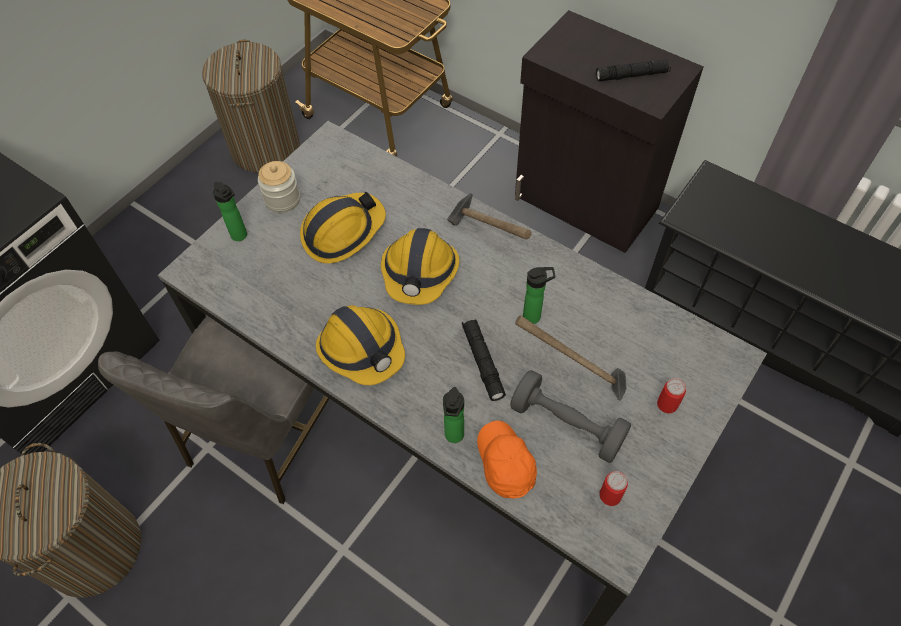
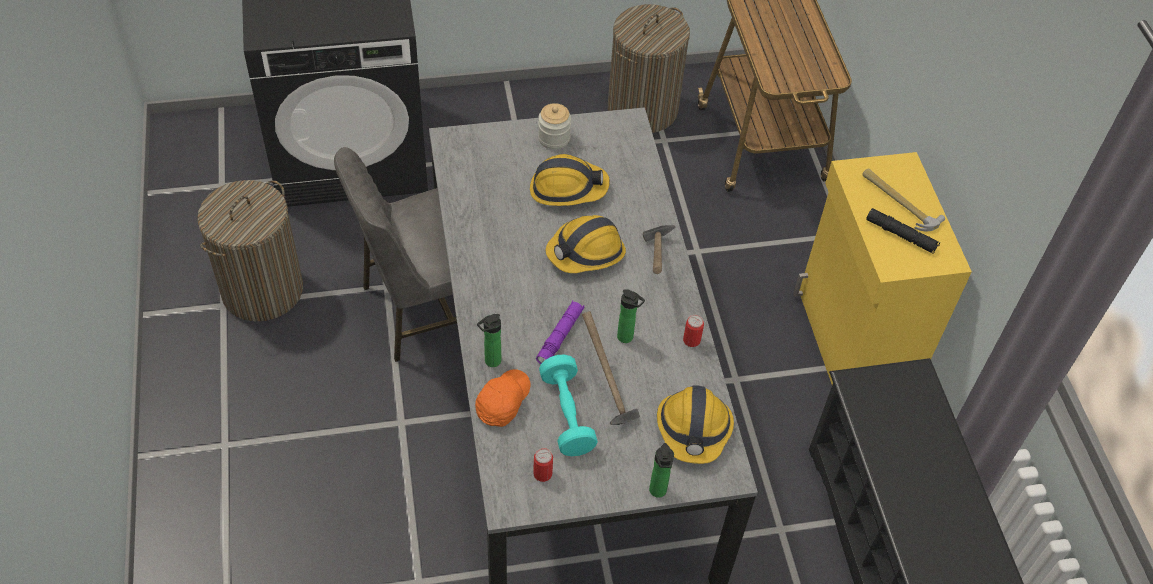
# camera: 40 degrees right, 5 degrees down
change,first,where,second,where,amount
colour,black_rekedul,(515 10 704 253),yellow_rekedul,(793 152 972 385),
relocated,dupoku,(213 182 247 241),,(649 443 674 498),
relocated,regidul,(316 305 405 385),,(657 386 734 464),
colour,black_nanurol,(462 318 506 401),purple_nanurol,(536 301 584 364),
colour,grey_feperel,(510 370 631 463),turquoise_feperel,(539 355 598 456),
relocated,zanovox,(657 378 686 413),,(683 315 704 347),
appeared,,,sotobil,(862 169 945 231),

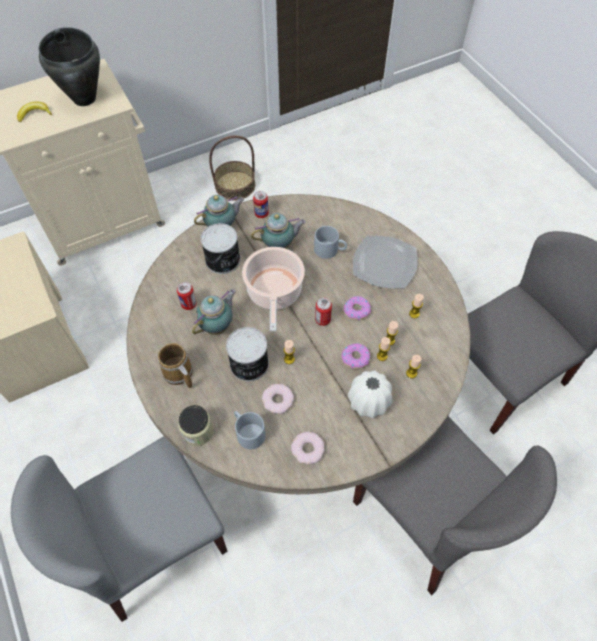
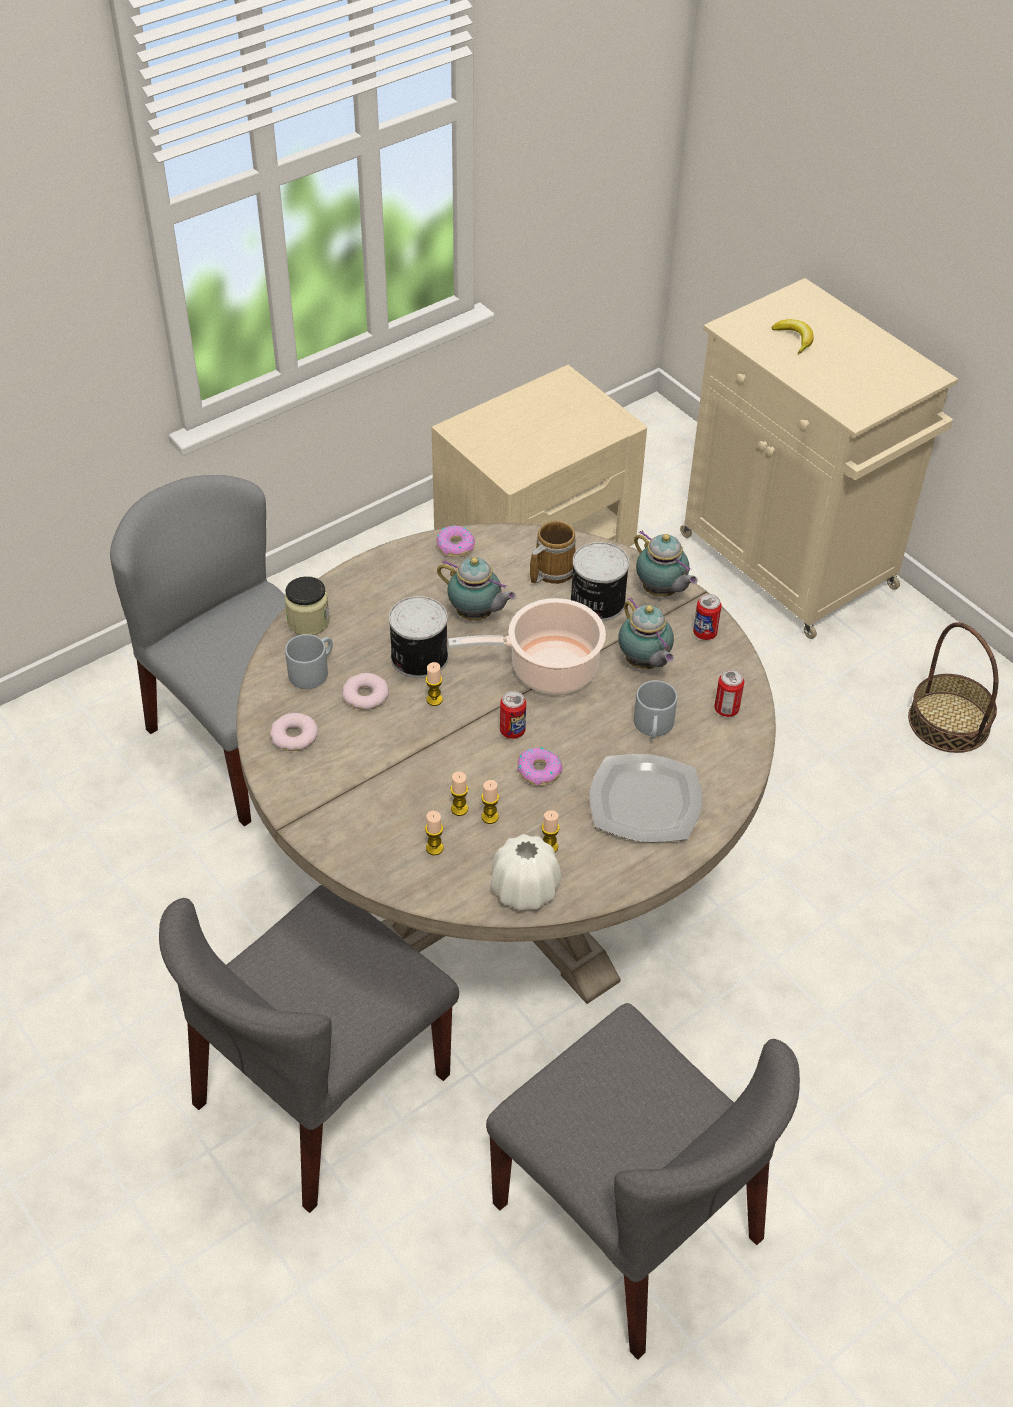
# camera: 80 degrees right, 10 degrees down
change,first,where,second,where,amount
missing,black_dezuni,(39 27 100 106),,,
relocated,zanovox,(177 282 197 310),,(714 670 744 717),
relocated,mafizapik,(158 343 193 388),,(530 521 576 584),
relocated,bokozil,(341 343 371 369),,(437 526 475 557),
relocated,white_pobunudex,(348 371 392 418),,(491 834 561 910),

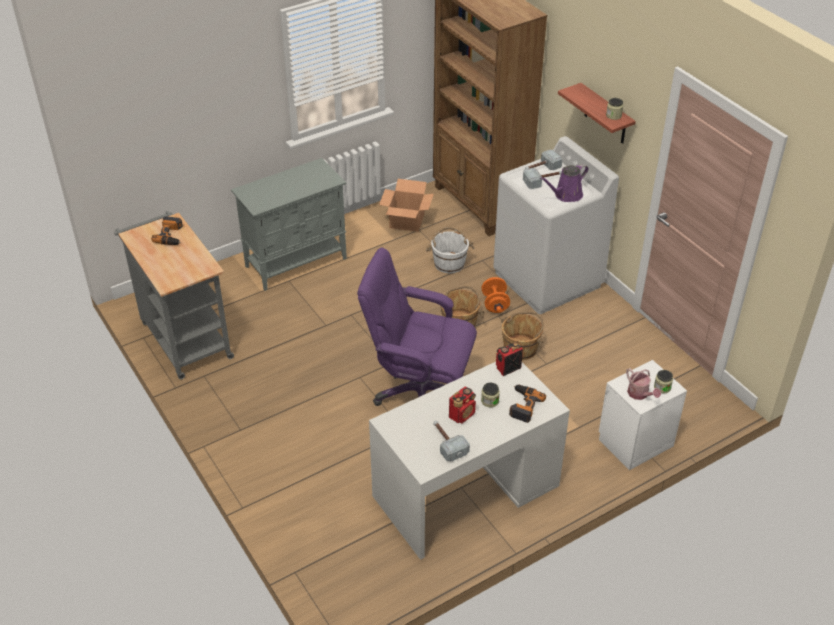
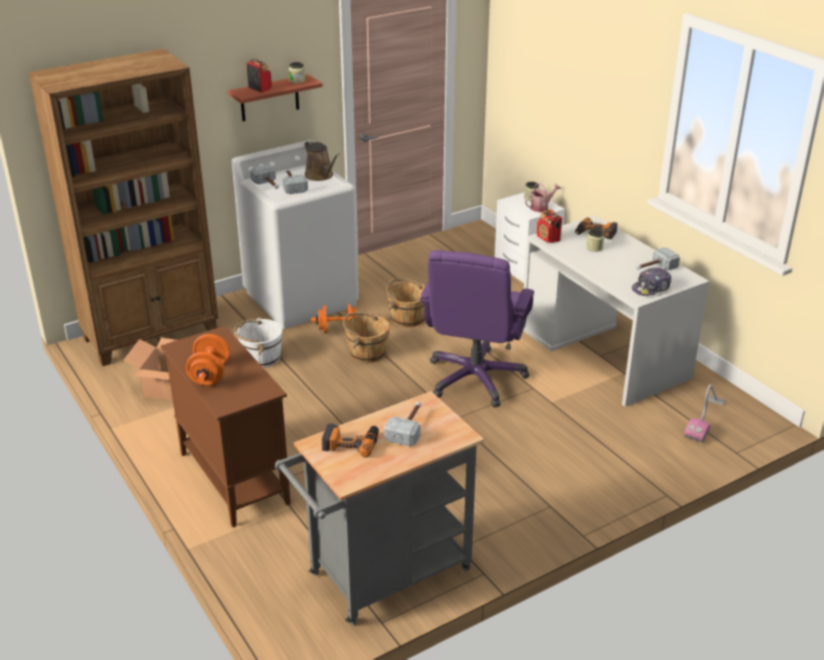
# camera: 90 degrees left, 10 degrees down
change,first,where,second,where,amount
colour,grey_rekedul,(231 158 347 291),brown_rekedul,(160 326 291 527),
colour,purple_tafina,(540 164 588 202),brown_tafina,(305 140 340 181),
relocated,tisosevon,(449 386 476 424),,(246 59 272 93),
appeared,,,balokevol,(632 268 671 296),
appeared,,,orange_feperel,(186 334 230 385),
appeared,,,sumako,(684 384 726 442),
appeared,,,sotobil,(384 402 421 446),

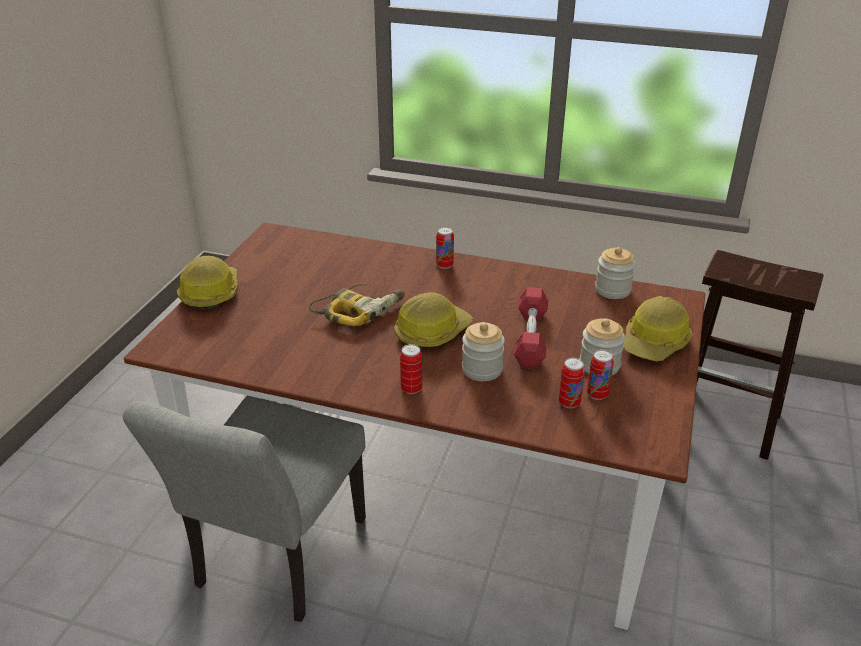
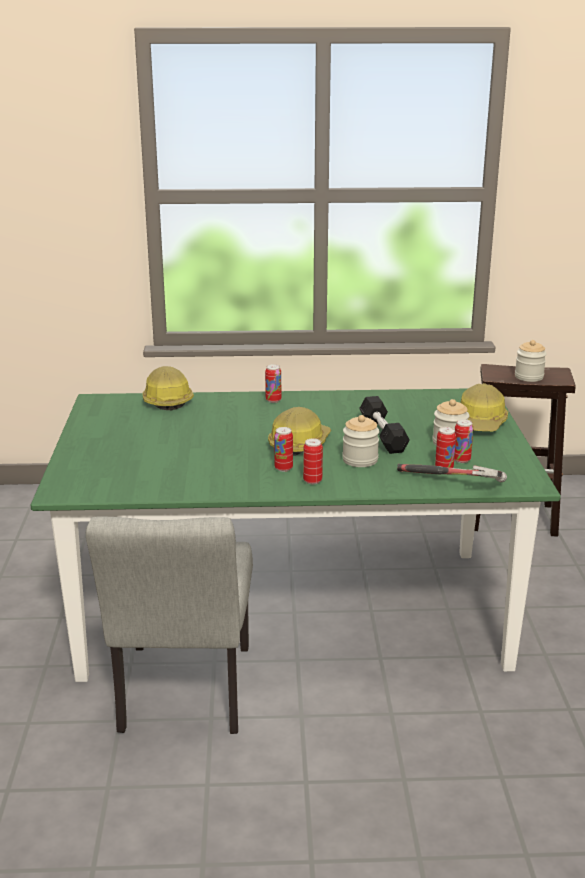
# camera: 20 degrees left, 10 degrees down
change,first,where,second,where,amount
colour,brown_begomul,(124 222 705 630),green_begomul,(30 388 561 682),
relocated,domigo,(595 247 636 299),,(515 340 547 382),
relocated,regidul,(177 256 238 311),,(143 366 194 410),
missing,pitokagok,(309 284 405 326),,,
colour,red_feperel,(514 287 548 368),black_feperel,(359 396 410 454),
appeared,,,zanovox,(274 427 293 472),
appeared,,,sotobil,(397 464 507 482),

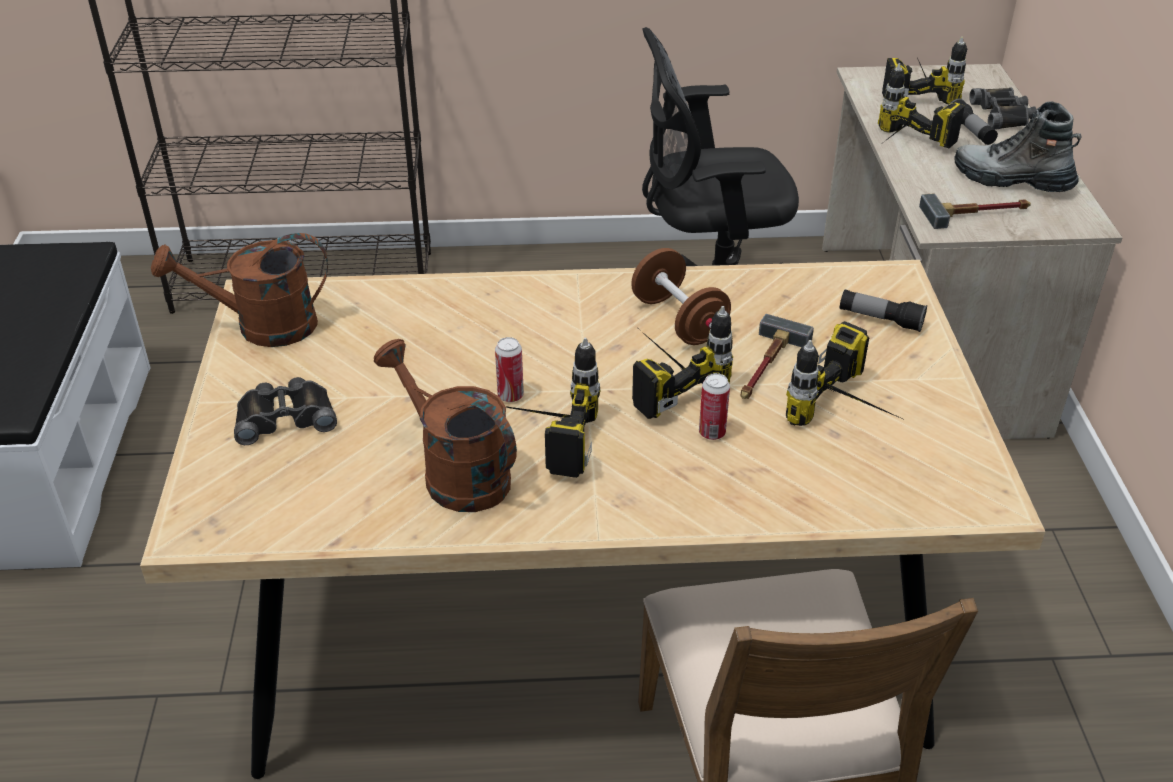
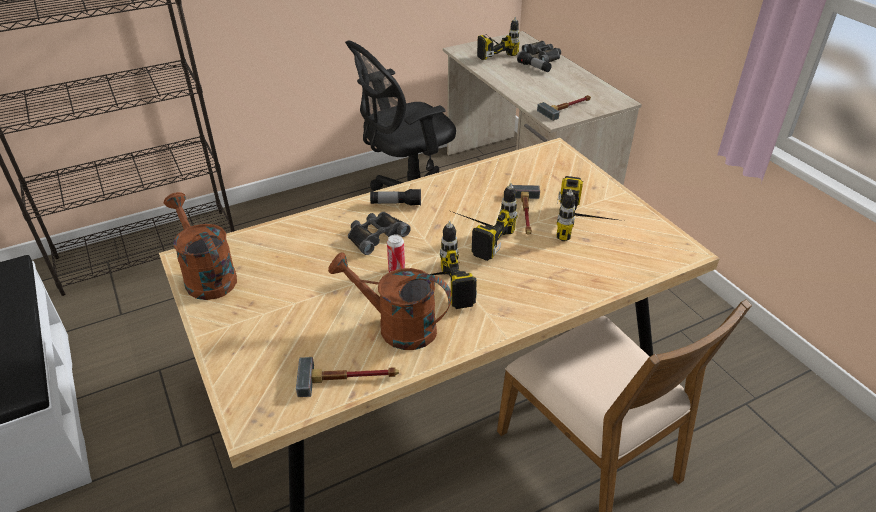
# camera: 25 degrees left, 0 degrees up
change,first,where,second,where,amount
missing,pitokagok,(878 63 965 148),,,
missing,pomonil,(955 101 1082 192),,,
spun,brown_tafina,(151 233 328 347),,(164 192 237 300),90 degrees clockwise
missing,brown_feperel,(631 248 731 345),,,
relocated,nanurol,(840 290 927 332),,(370 189 421 206),
missing,zanovox,(699 373 730 440),,,
relocated,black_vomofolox,(234 377 337 445),,(348 212 411 255),
appeared,,,sotobil,(296 357 399 397),

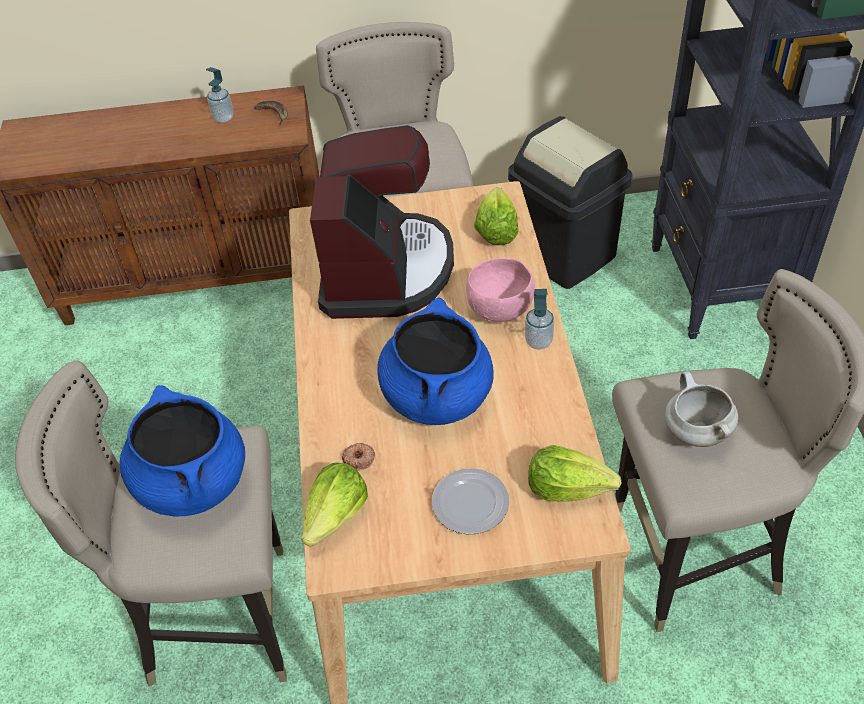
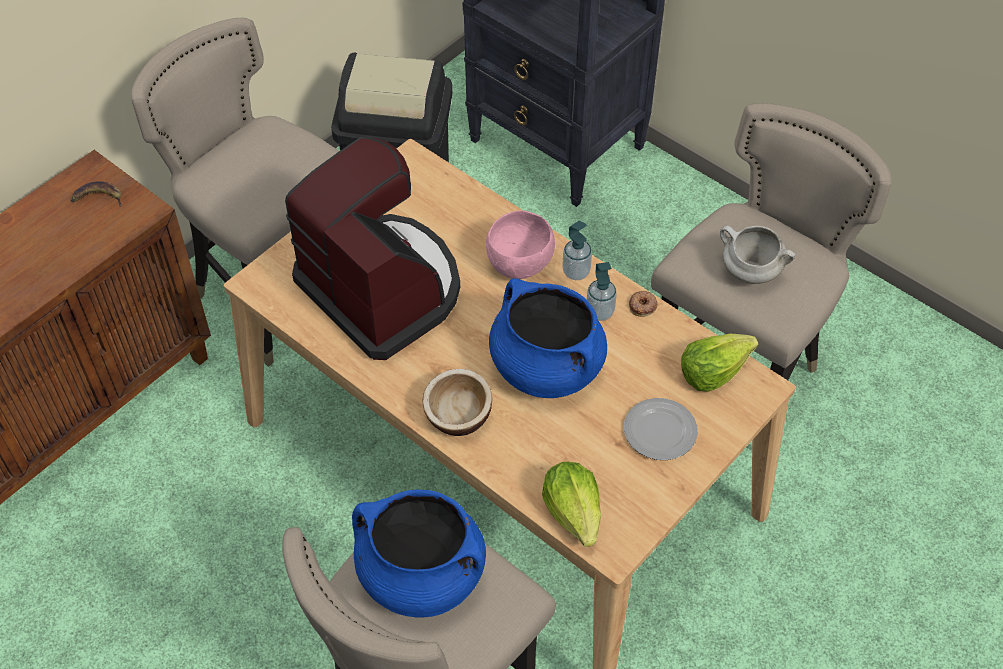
# camera: 45 degrees left, 5 degrees up
change,first,where,second,where,amount
relocated,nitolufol,(206 67 234 123),,(587 262 617 321),
missing,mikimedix,(474 187 519 245),,,
relocated,bokozil,(342 443 375 470),,(629 291 657 317),
appeared,,,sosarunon,(423 369 492 436),

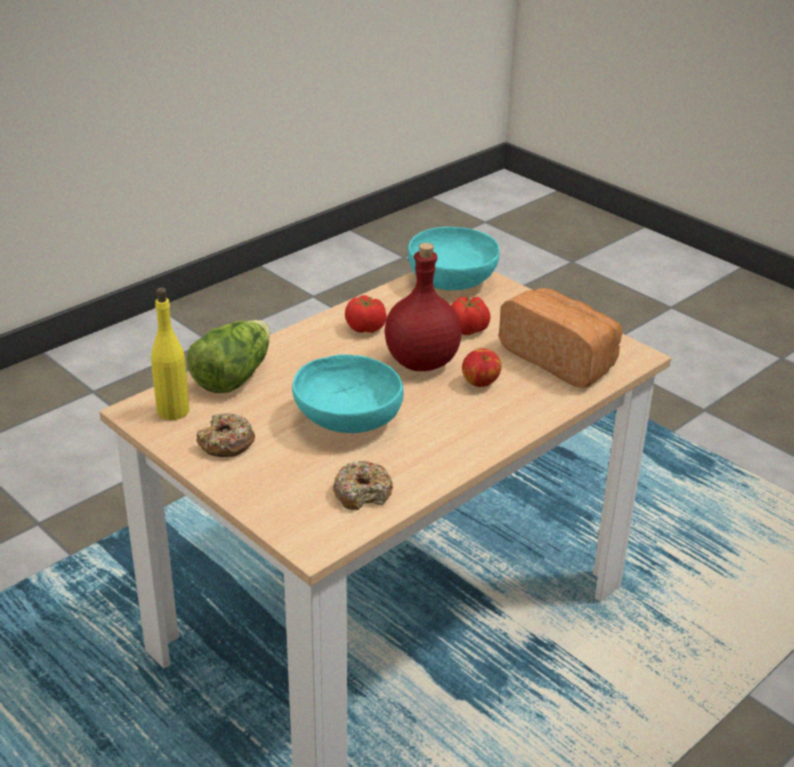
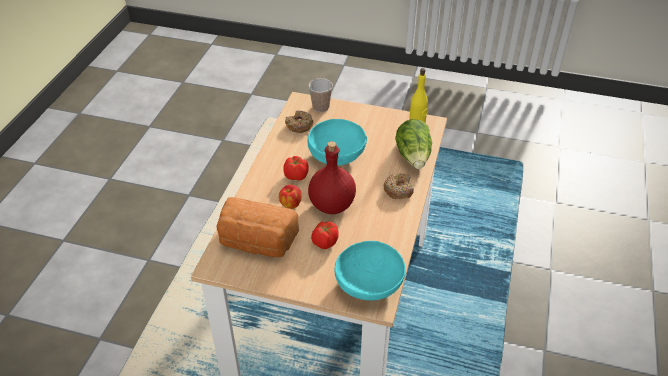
# camera: 150 degrees right, 10 degrees up
change,first,where,second,where,amount
relocated,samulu,(345 295 387 333),,(283 156 309 181),
relocated,bokozil,(196 413 255 457),,(384 173 414 199),
appeared,,,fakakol,(308 78 333 112),

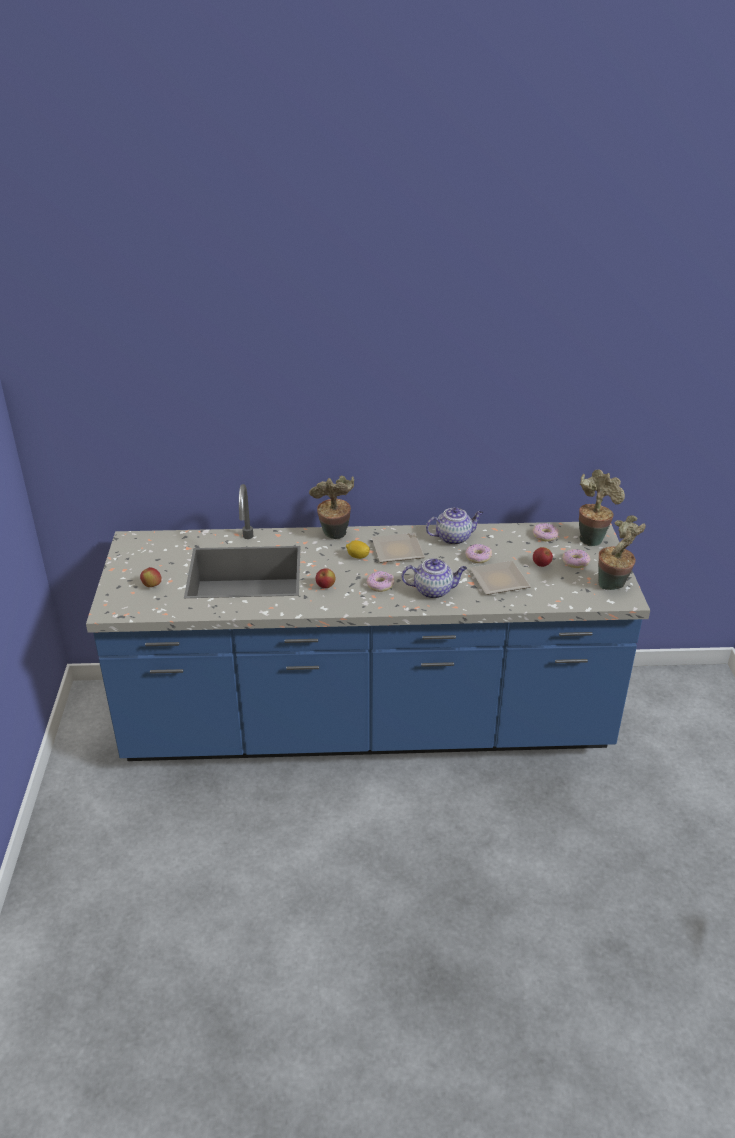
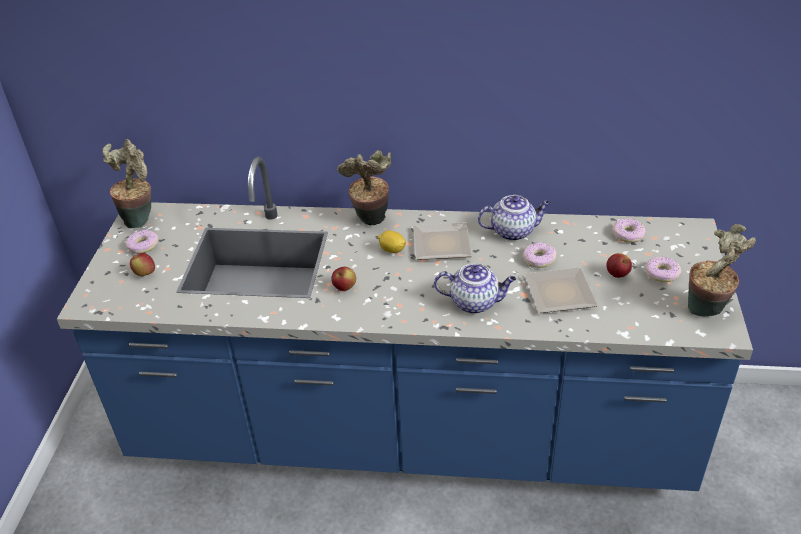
# camera: 10 degrees right, 5 degrees up
change,first,where,second,where,amount
relocated,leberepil,(579 469 625 546),,(102 139 151 228),
relocated,bokozil,(367 571 394 592),,(126 230 158 254),

